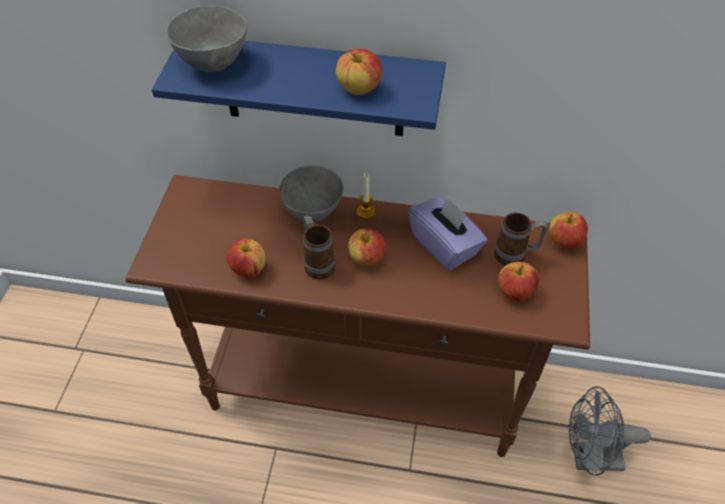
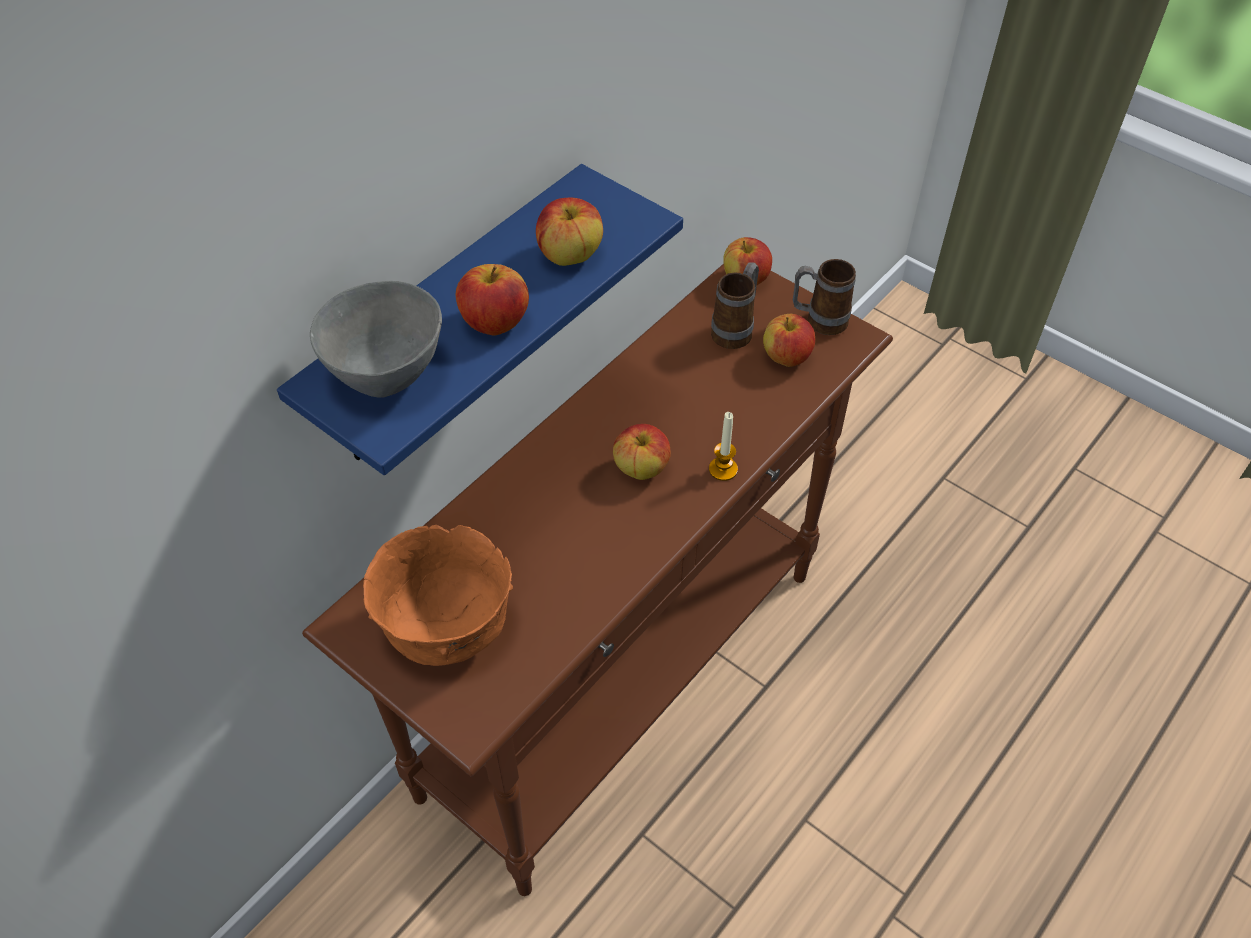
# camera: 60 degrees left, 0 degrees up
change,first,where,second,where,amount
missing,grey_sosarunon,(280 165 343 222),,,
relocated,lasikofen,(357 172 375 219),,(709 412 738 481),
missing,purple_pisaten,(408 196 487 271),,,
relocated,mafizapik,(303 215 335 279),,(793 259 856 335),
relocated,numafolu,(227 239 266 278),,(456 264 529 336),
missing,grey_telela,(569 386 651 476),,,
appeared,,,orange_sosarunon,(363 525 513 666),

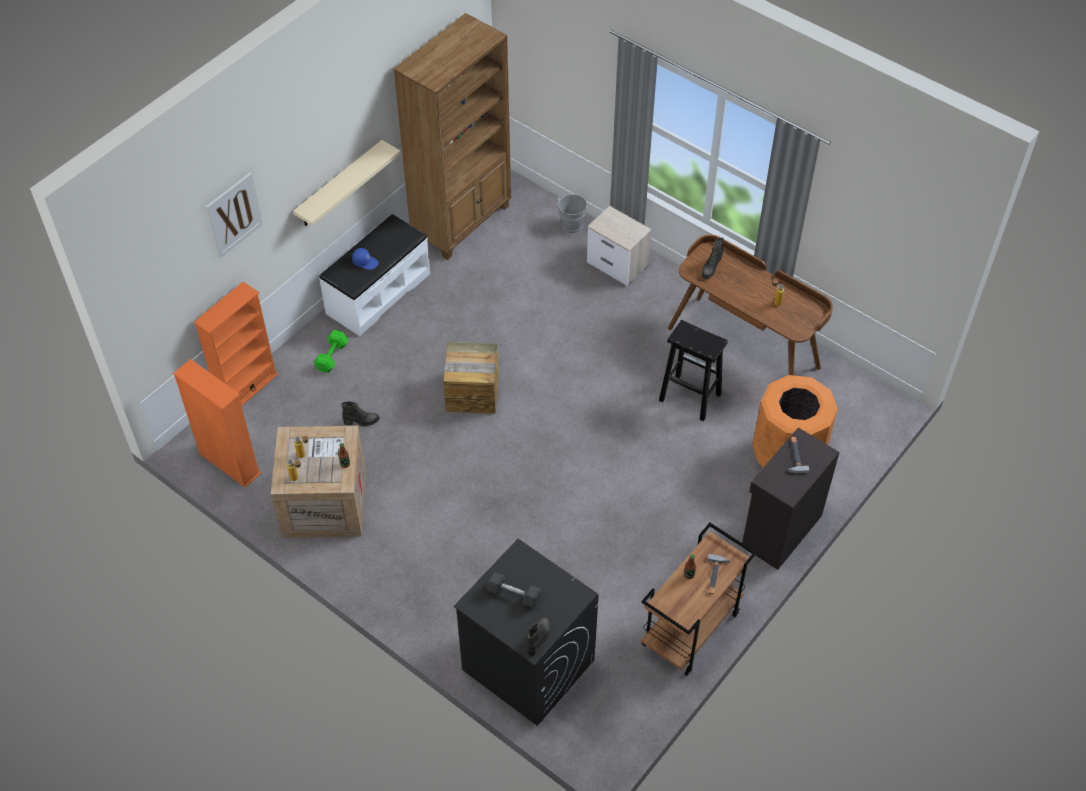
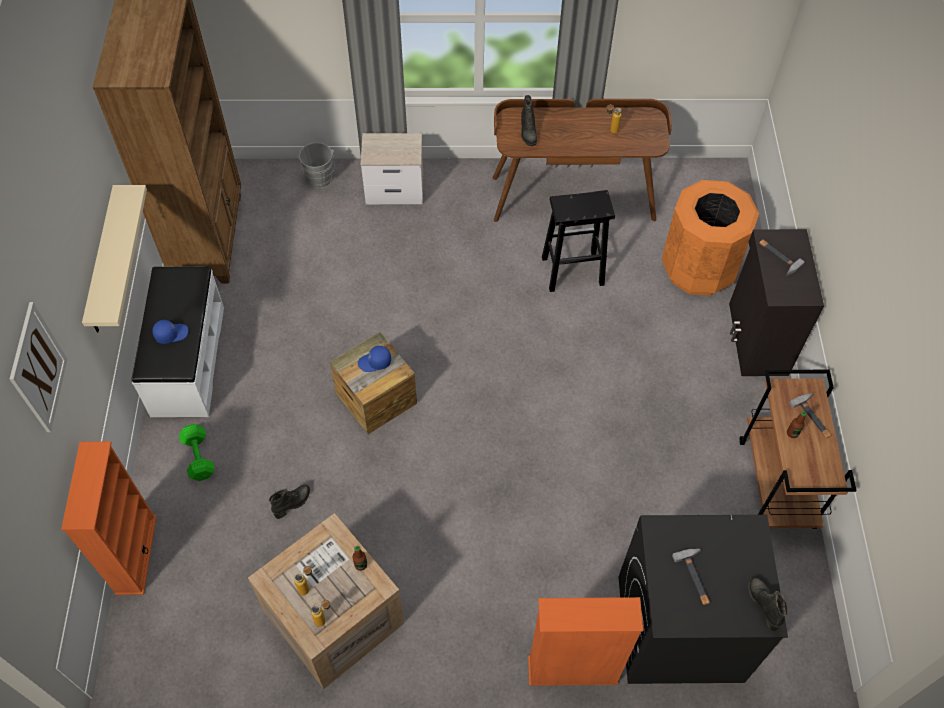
# camera: 40 degrees left, 5 degrees up
change,first,where,second,where,amount
relocated,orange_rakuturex,(173 359 261 488),,(528 597 643 686),
exchanged,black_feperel,(487 572 541 607),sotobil,(672 549 710 605),
appeared,,,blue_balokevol,(358 345 391 372),

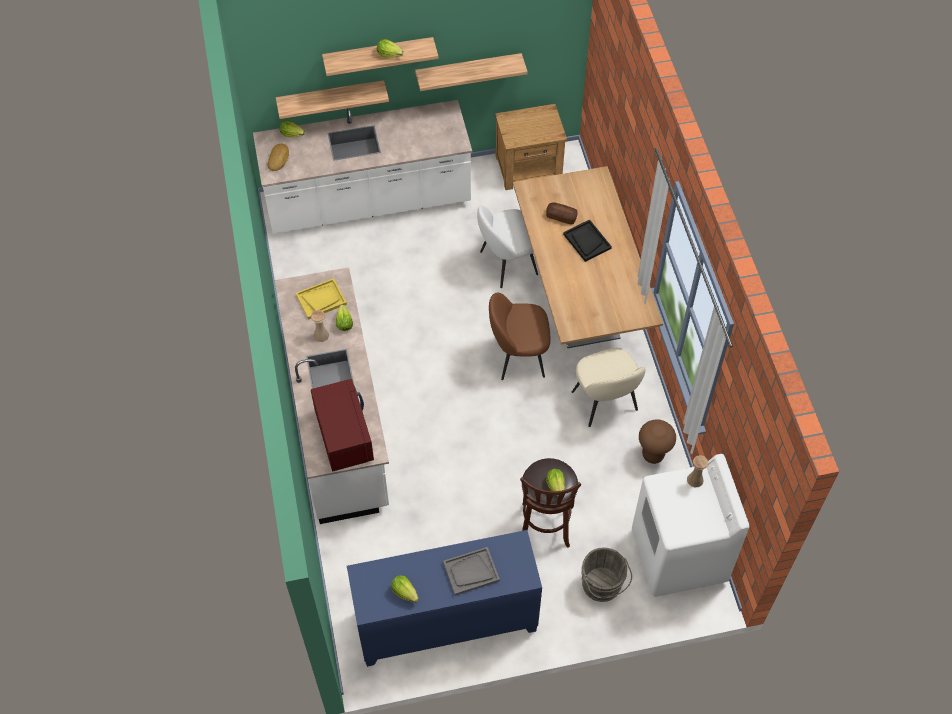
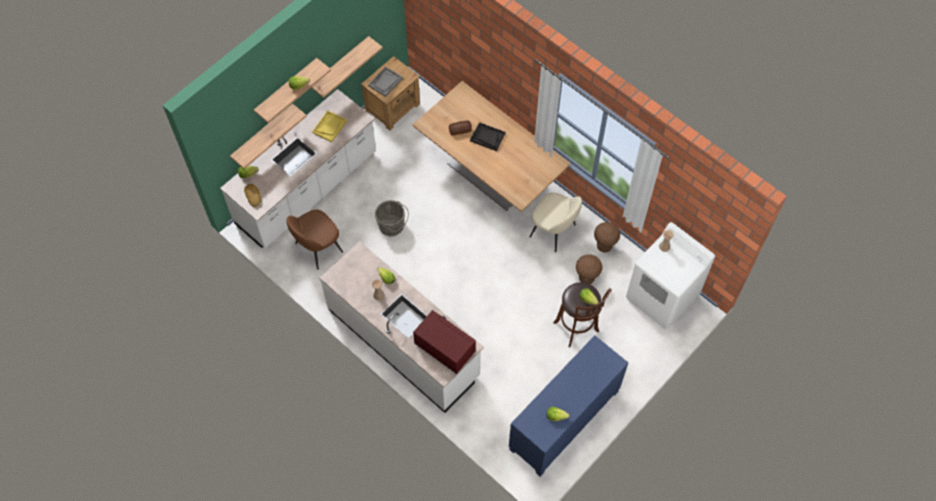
# camera: 35 degrees left, 5 degrees up
change,first,where,second,where,amount
missing,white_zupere,(477 205 538 288),,,
relocated,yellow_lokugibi,(296 278 347 320),,(312 110 347 142),
relocated,brown_zupere,(489 292 551 380),,(286 209 343 270),
relocated,grey_lokugibi,(443 547 500 596),,(368 66 403 97),
relocated,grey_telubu,(581 547 632 602),,(375 200 409 237),
appeared,,,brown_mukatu,(576 254 602 284),

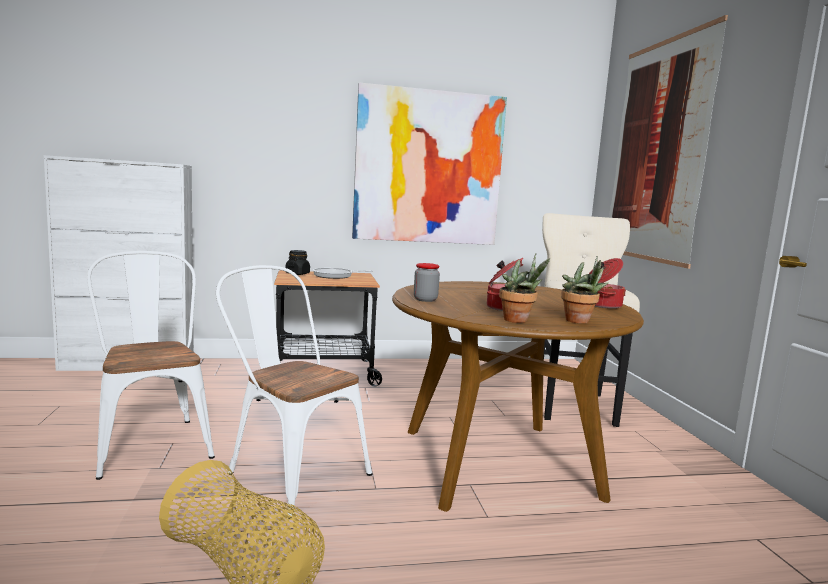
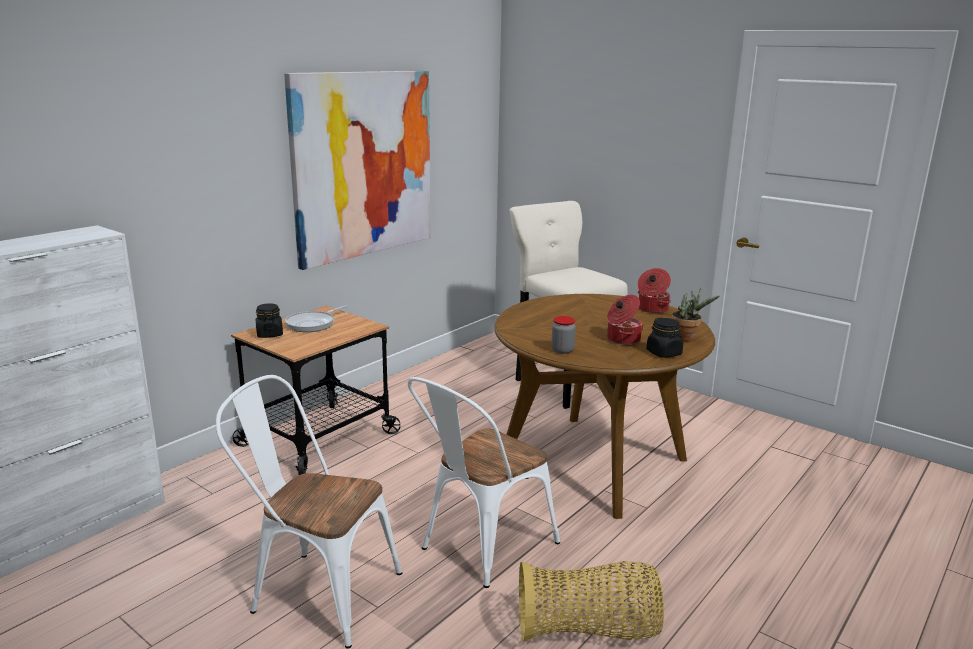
# camera: 40 degrees left, 10 degrees up
change,first,where,second,where,amount
missing,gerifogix,(609 15 728 269),,,
exchanged,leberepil,(499 253 550 323),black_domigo,(646 318 683 358),
spun,white_zupere,(216 265 372 519),,(408 377 560 588),45 degrees counterclockwise

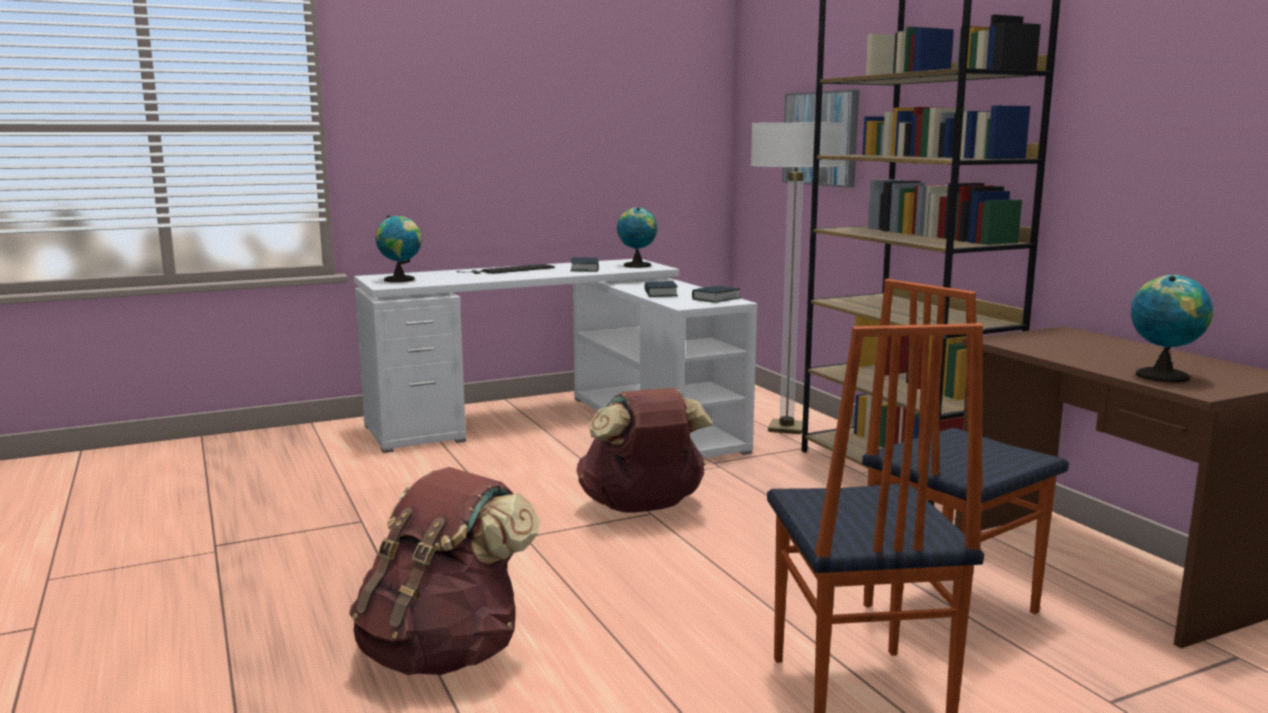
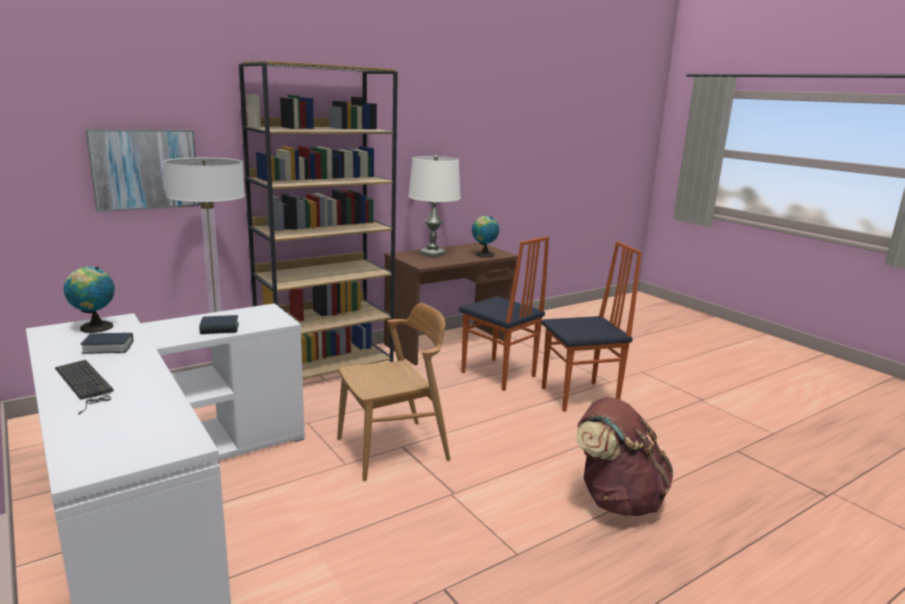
# camera: 100 degrees left, 5 degrees up
change,first,where,second,where,amount
missing,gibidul,(376 215 422 282),,,
missing,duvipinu,(692 286 741 303),,,
exchanged,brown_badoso,(576 388 713 513),brown_zupere,(337 303 450 481),
appeared,,,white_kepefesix,(408 155 461 257),

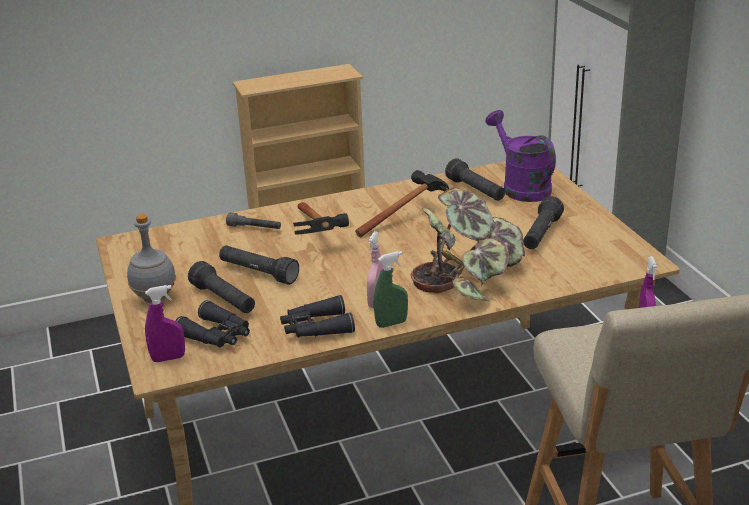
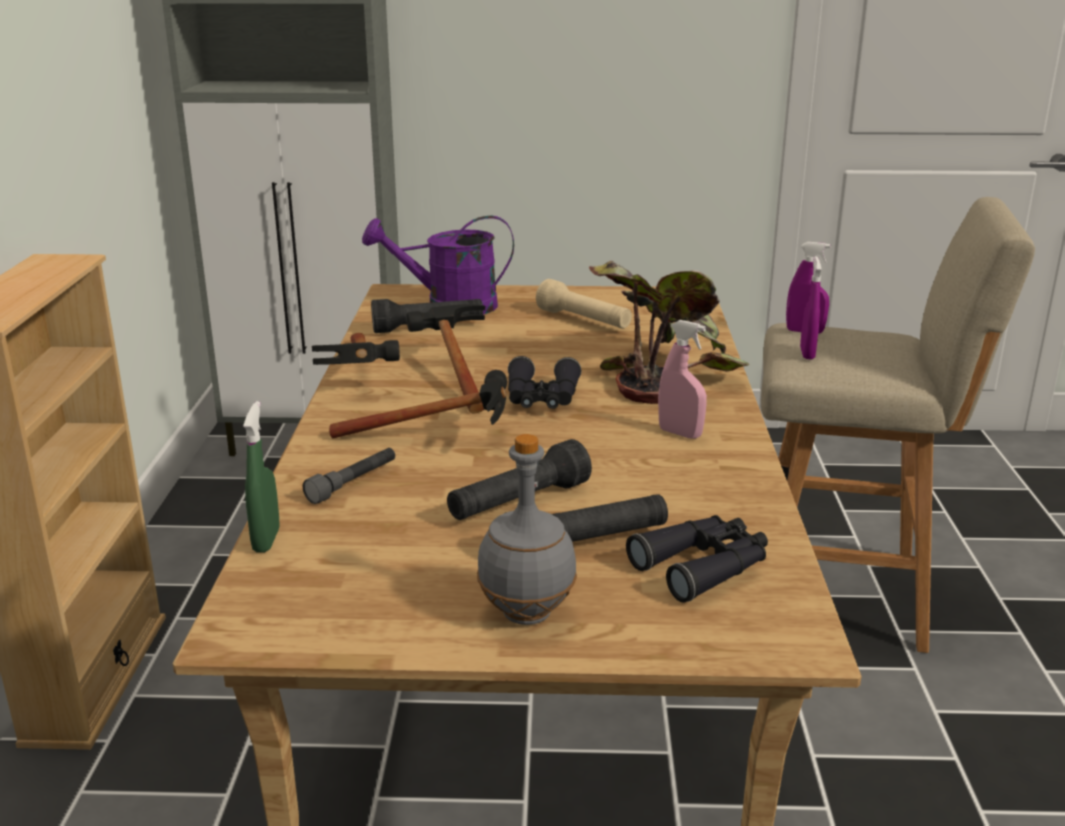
# camera: 70 degrees left, 5 degrees down
change,first,where,second,where,amount
colour,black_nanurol,(523 196 564 249),beige_nanurol,(536 279 632 329),
relocated,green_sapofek,(374 251 408 328),,(243 401 280 553),
relocated,purple_sapofek,(145 285 185 362),,(800 256 821 359),
relocated,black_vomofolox,(280 295 355 338),,(508 356 581 409),
appeared,,,sotobil,(312 333 400 365),

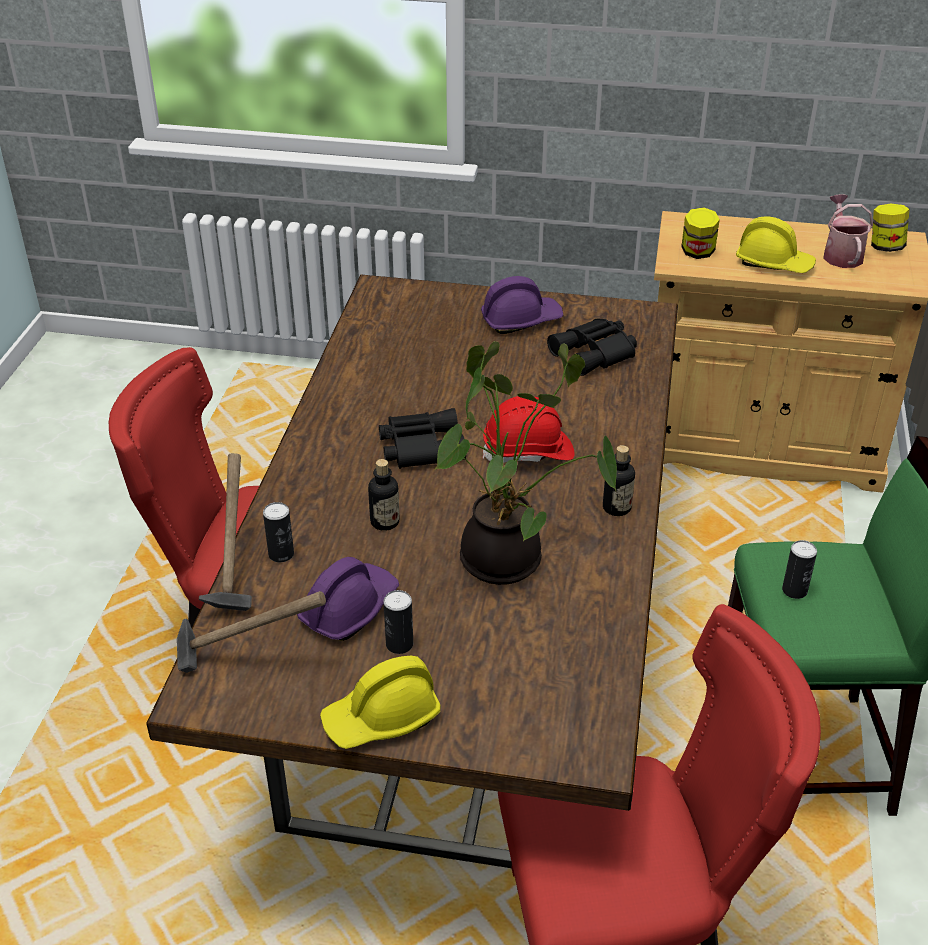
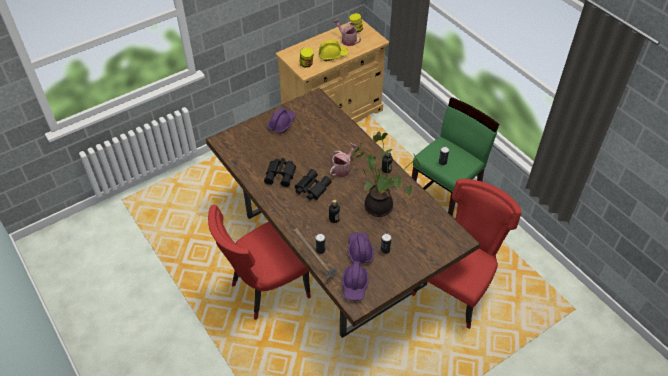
# camera: 45 degrees left, 10 degrees up
change,first,where,second,where,amount
relocated,black_vomofolox,(547 318 637 376),,(264 158 296 187),
exchanged,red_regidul,(482 396 574 463),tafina,(330 143 358 177),
exchanged,sotobil,(177 591 326 673),purple_regidul,(342 261 369 301),
missing,yellow_regidul,(320 656 441 749),,,

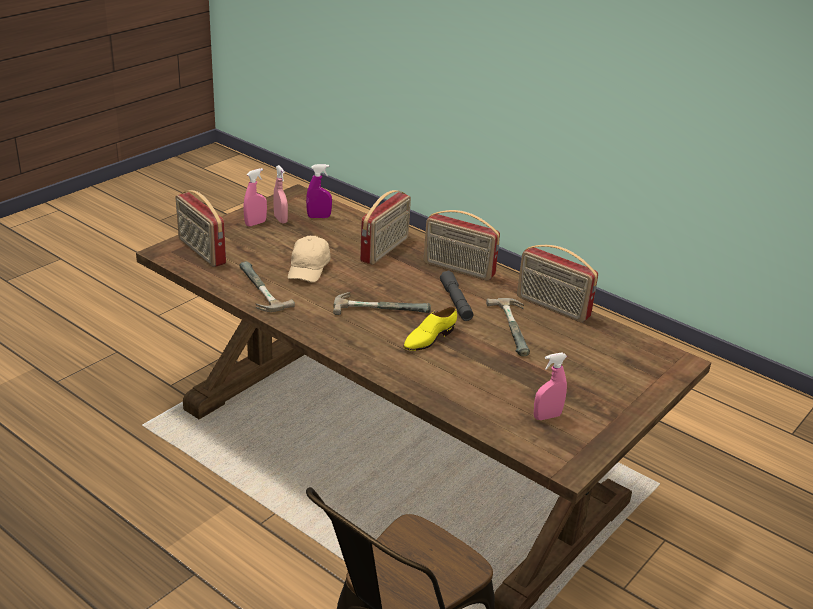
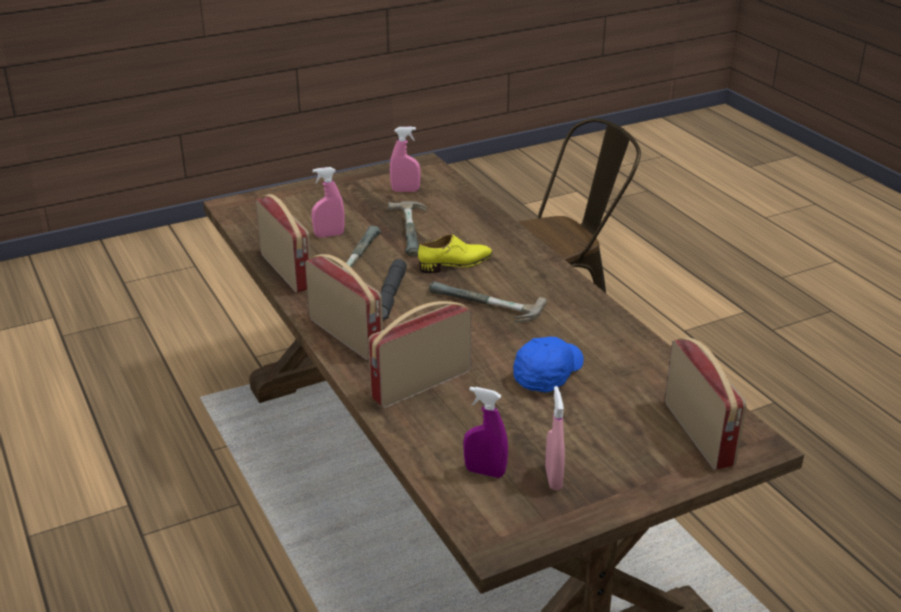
# camera: 155 degrees left, 0 degrees up
change,first,where,second,where,amount
relocated,pink_sapofek,(244 168 267 226),,(311 167 345 237),
colour,beige_balokevol,(288 236 331 282),blue_balokevol,(513 337 584 392),
relocated,sotobil,(240 261 295 312),,(388 201 427 257),

